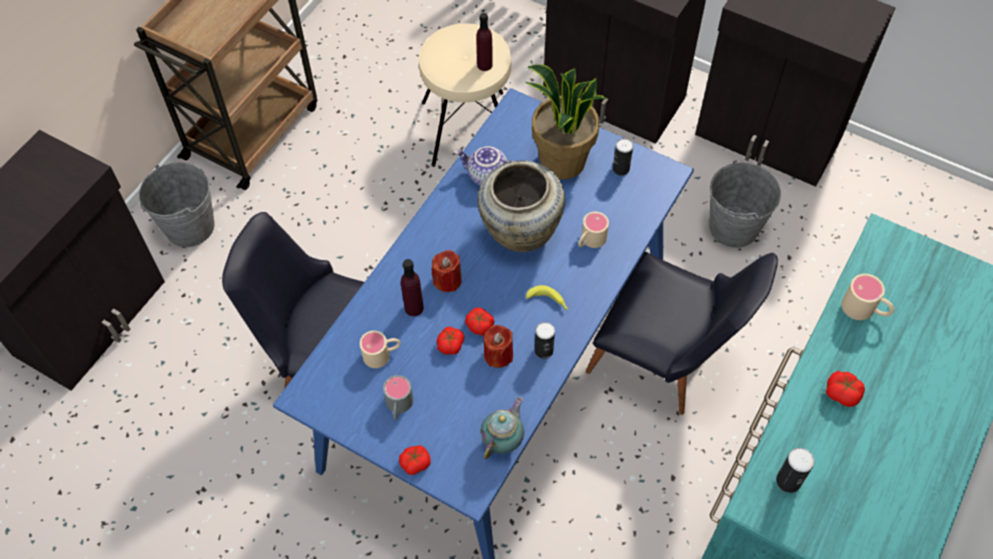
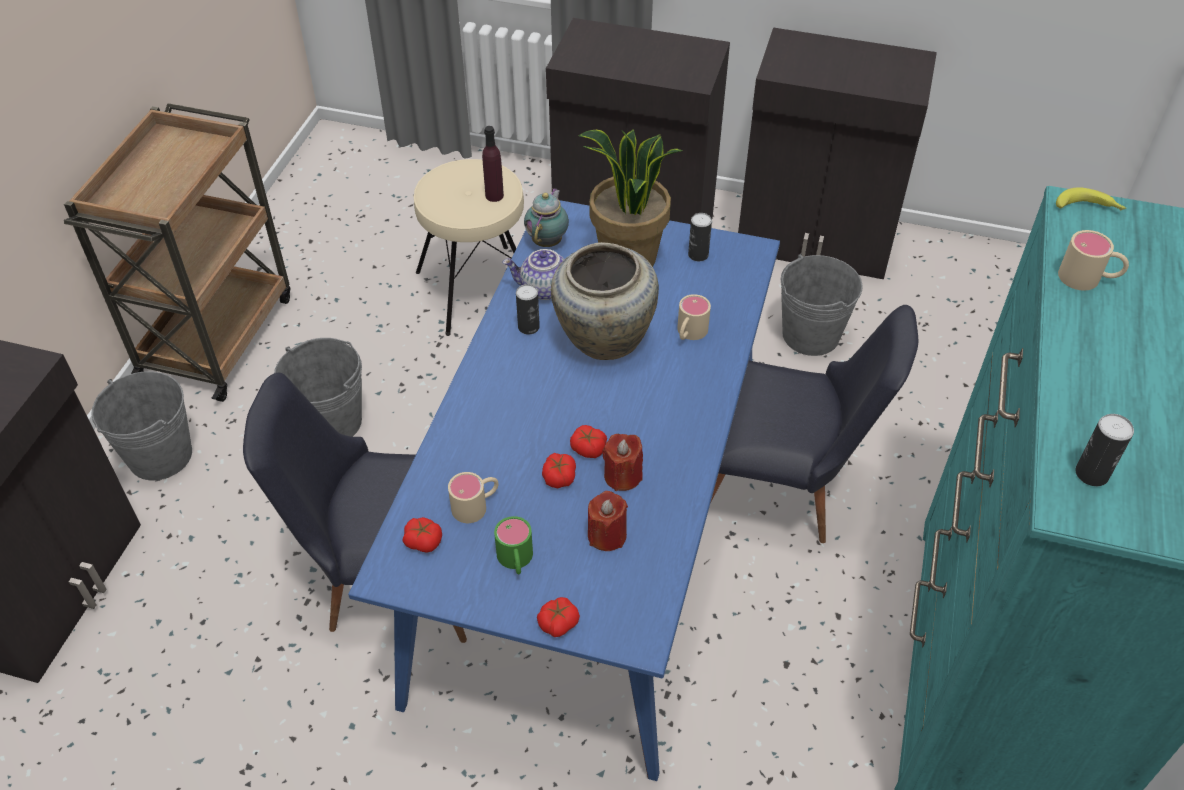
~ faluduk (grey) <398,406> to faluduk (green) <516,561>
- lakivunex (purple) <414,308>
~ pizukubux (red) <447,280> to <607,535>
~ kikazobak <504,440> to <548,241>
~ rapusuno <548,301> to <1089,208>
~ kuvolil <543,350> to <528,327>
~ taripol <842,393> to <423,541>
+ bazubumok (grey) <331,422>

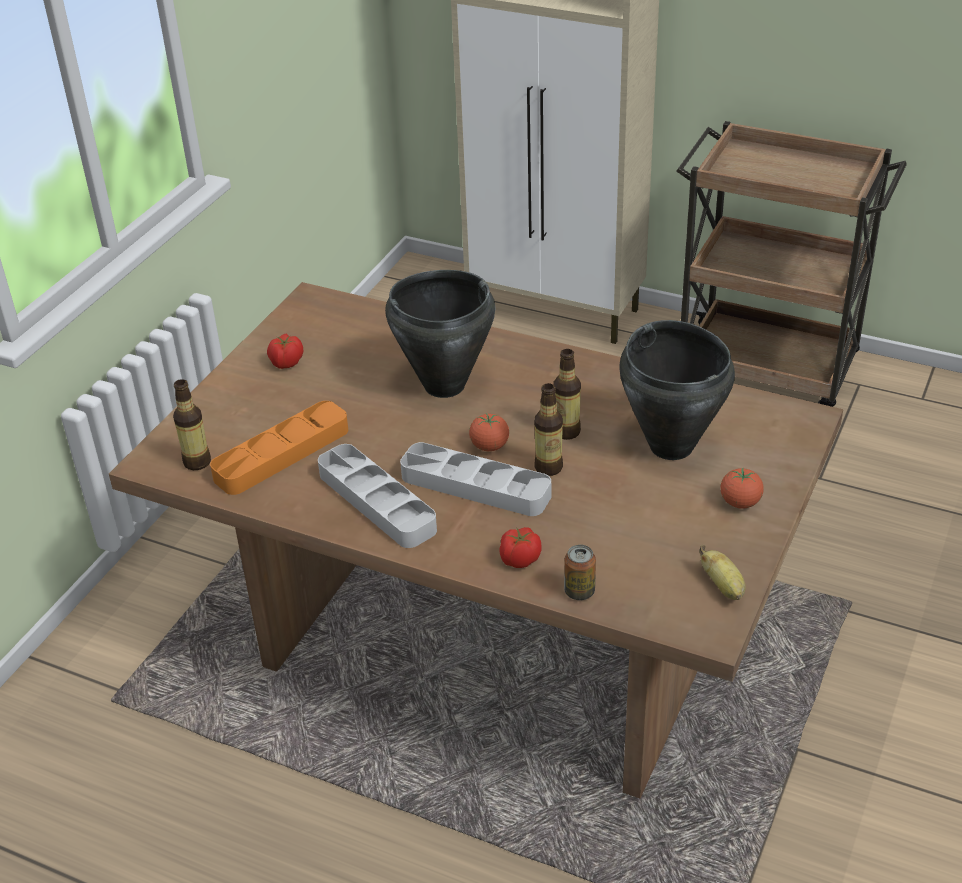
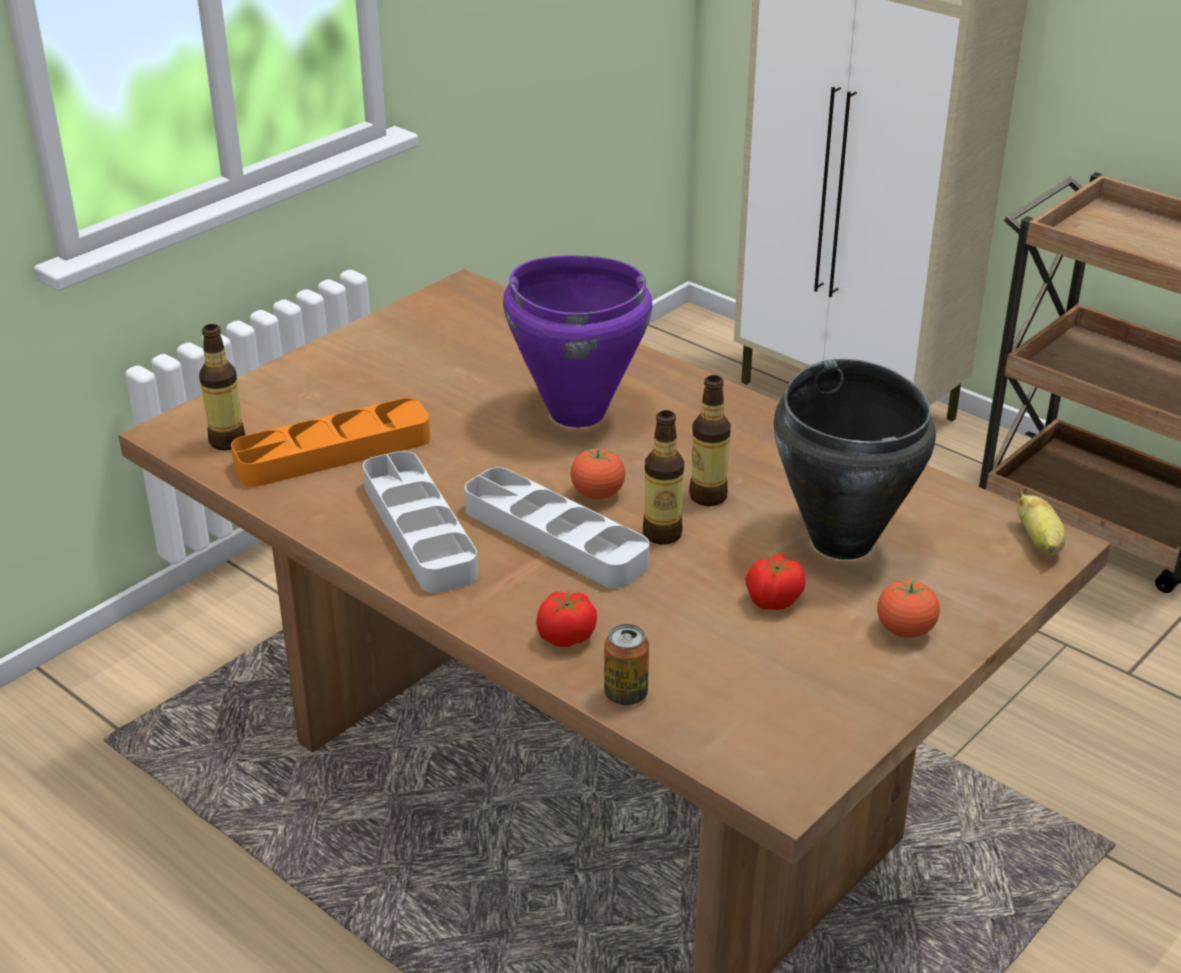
~ taripol <286,363> to <773,601>
~ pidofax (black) <443,385> to pidofax (purple) <576,412>
~ rapusuno <723,587> to <1039,542>

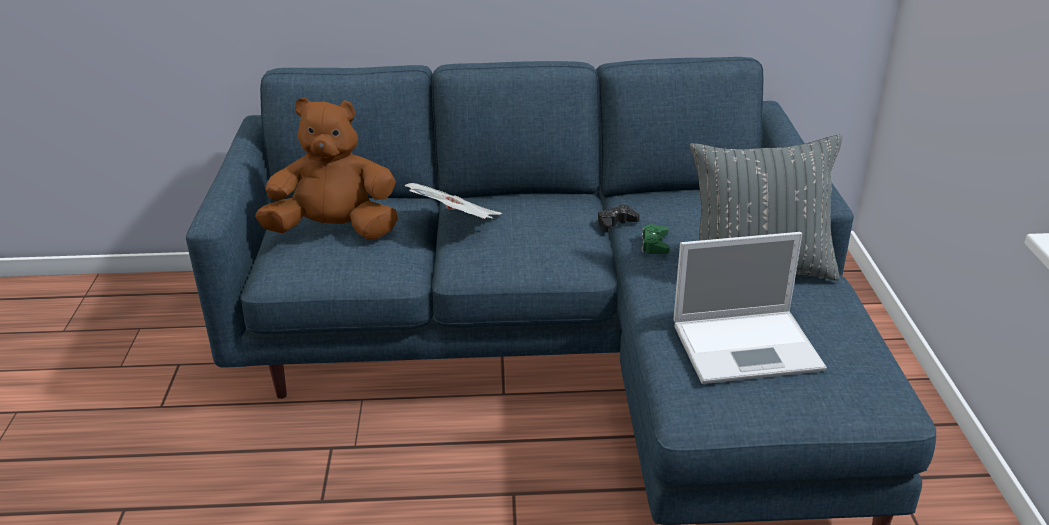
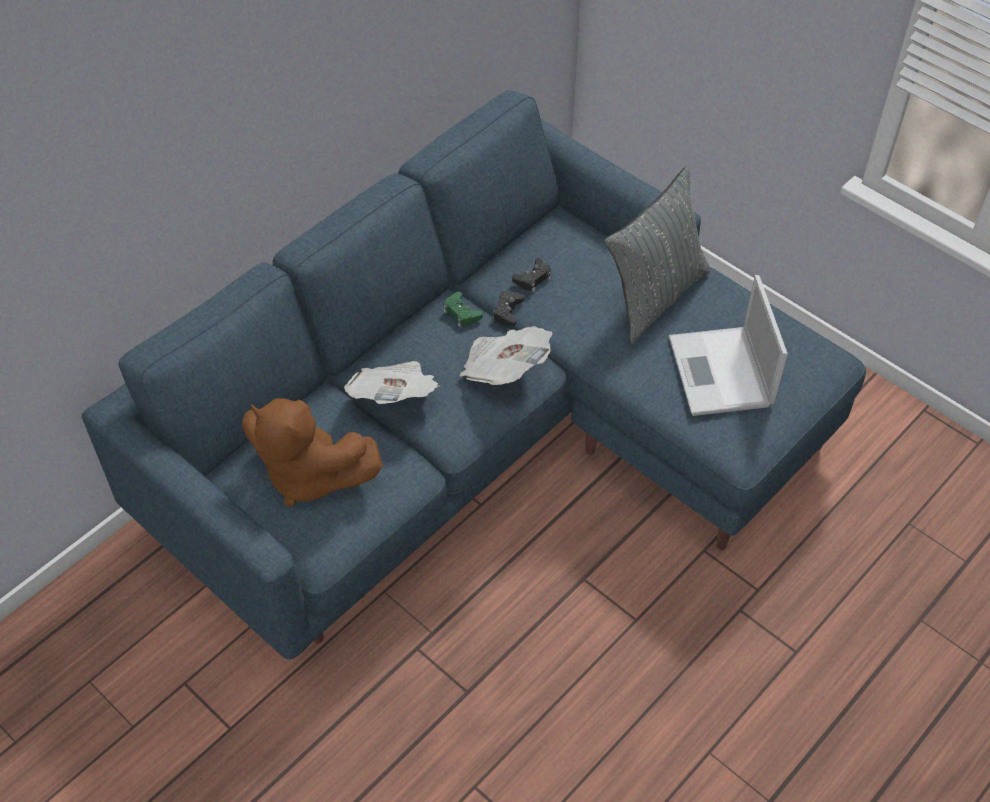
~ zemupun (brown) <335,231> = <309,475> 105 degrees counterclockwise
~ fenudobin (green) <654,244> to <461,313>
~ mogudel <749,346> = <721,373> 135 degrees clockwise
+ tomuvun <504,369>
+ fenudobin (black) <533,278>

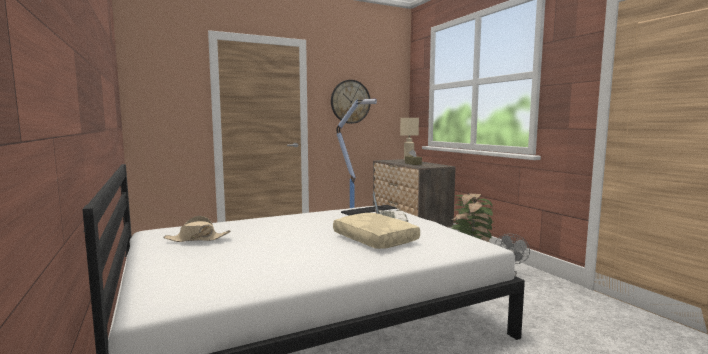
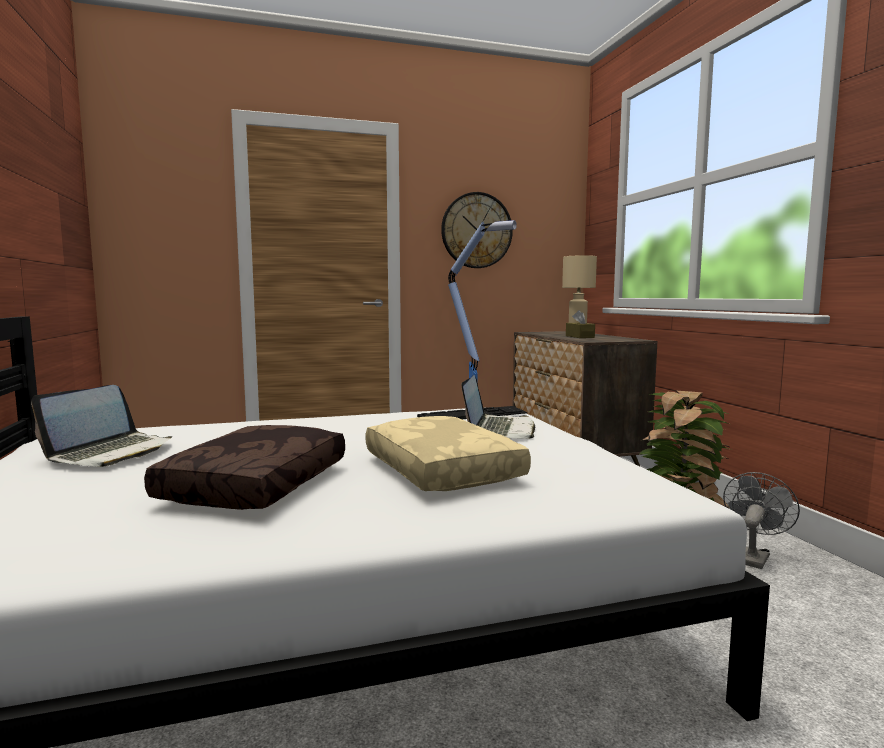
~ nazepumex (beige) <197,239> to mogudel <111,452>
+ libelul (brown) <258,486>

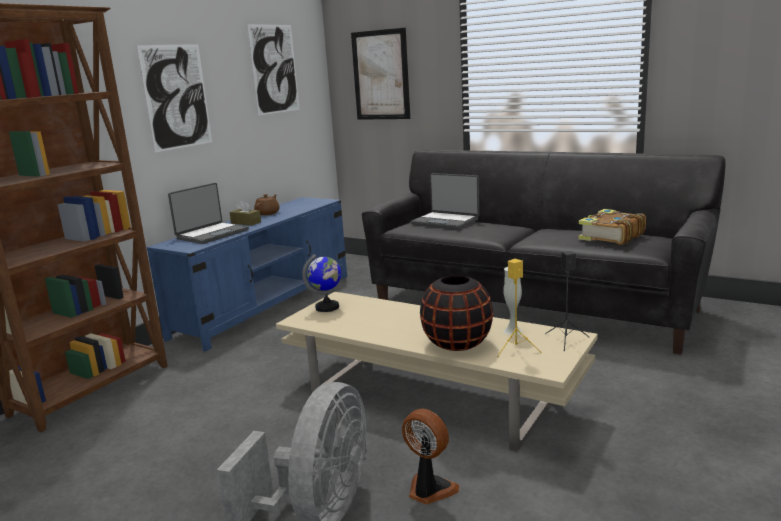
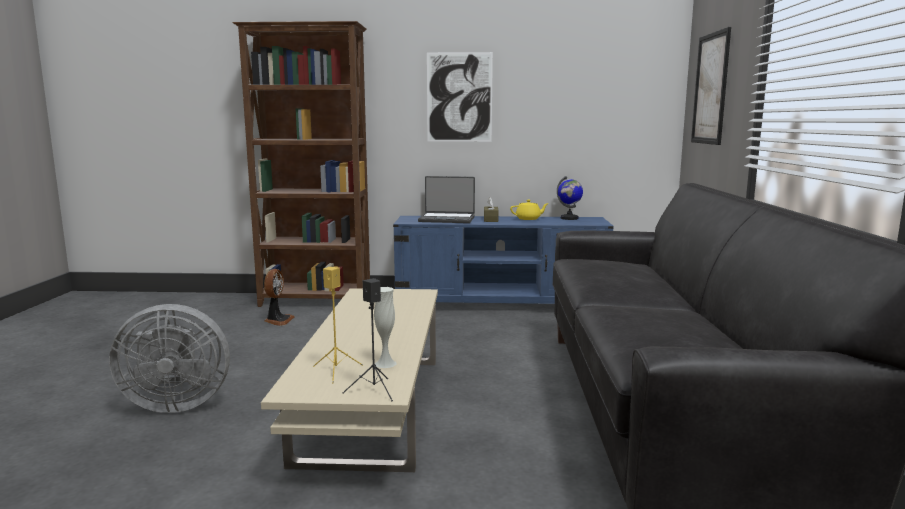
- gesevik <274,69>
~ kikazobak (brown) <268,213> to kikazobak (yellow) <528,219>
~ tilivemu <327,307> to <569,218>
~ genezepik <429,490> to <278,320>
- mogudel <446,221>
- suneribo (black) <457,344>
- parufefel <610,236>

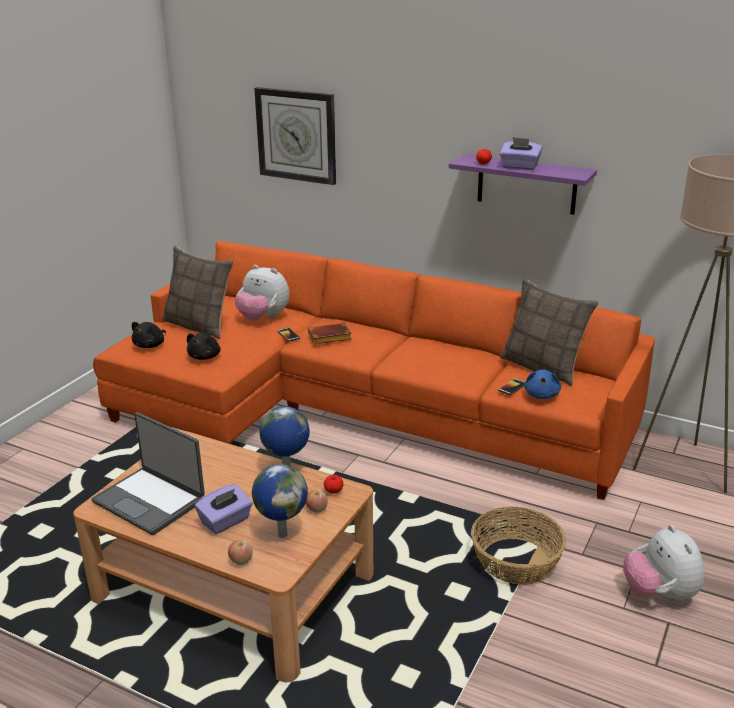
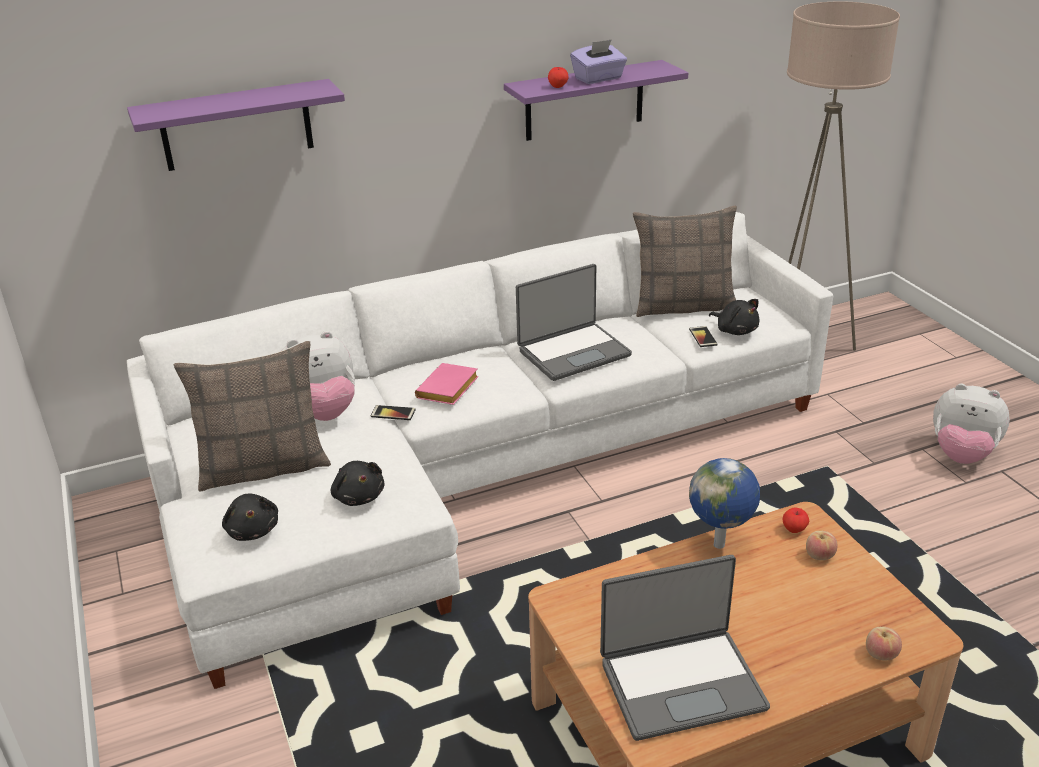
~ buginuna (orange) <354,408> to buginuna (white) <471,470>
- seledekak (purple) <226,521>
- tilivemu <282,534>
~ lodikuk <296,135> to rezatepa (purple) <236,125>
~ parufefel (brown) <328,338> to parufefel (pink) <448,390>
- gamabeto <516,561>
~ zemupun (blue) <541,395> to zemupun (black) <735,330>
+ mogudel <573,352>

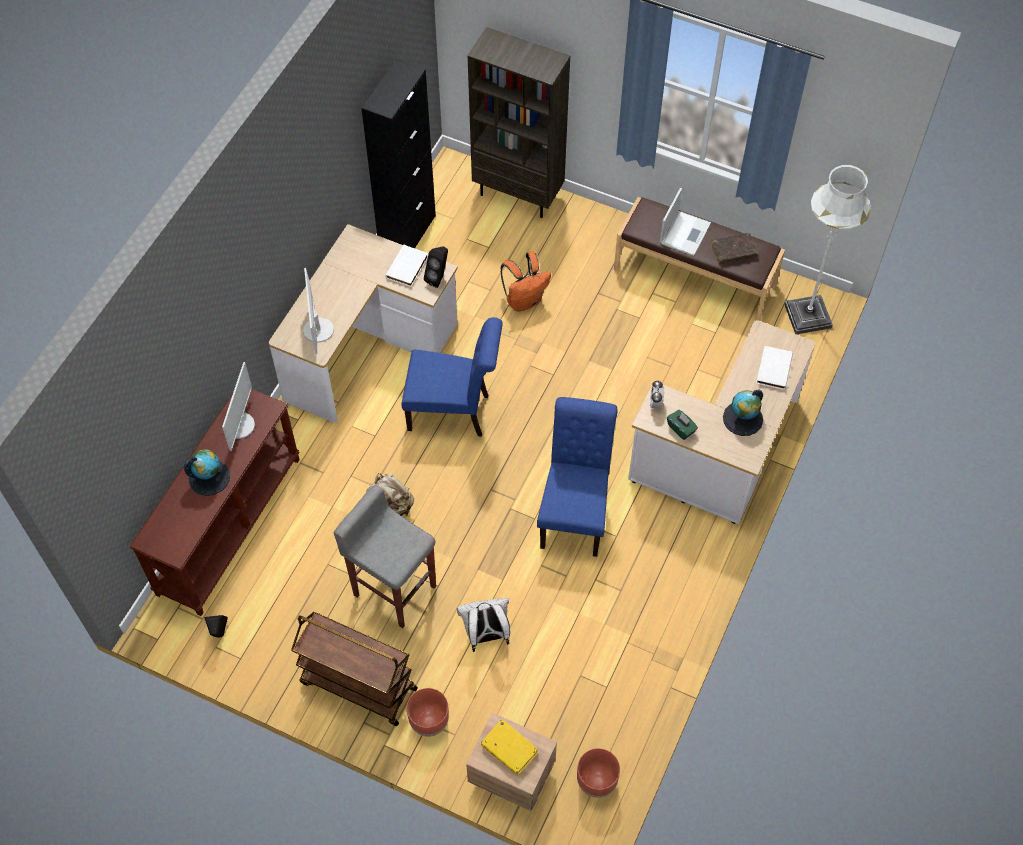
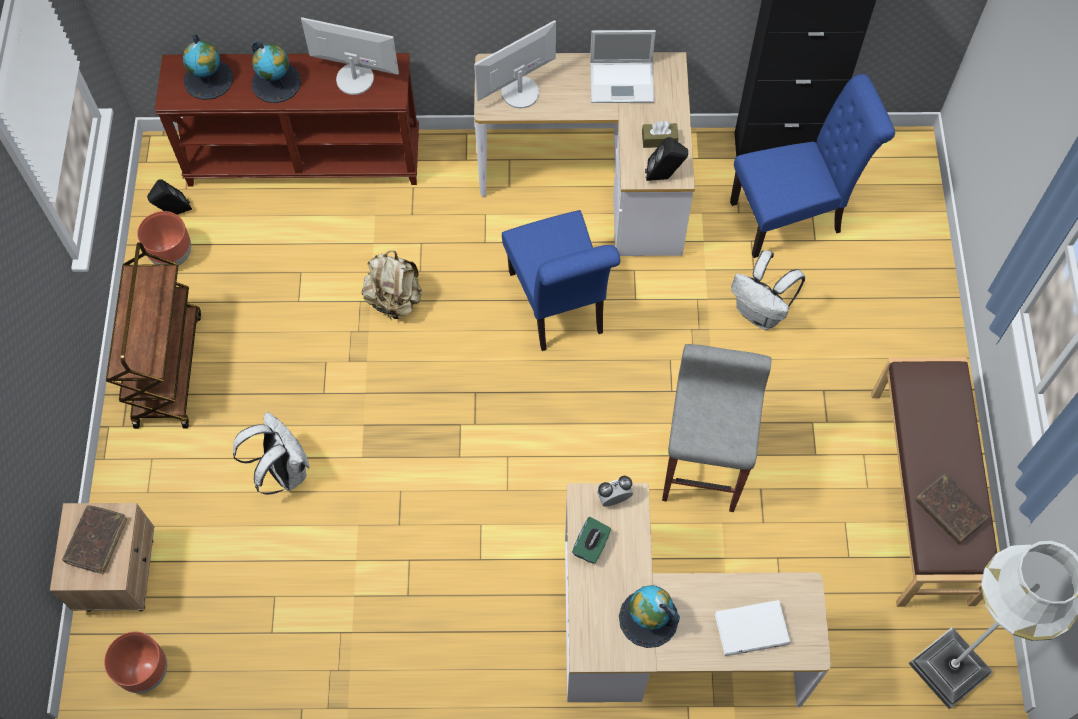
~ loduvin <239,425> = <355,78> 150 degrees counterclockwise
~ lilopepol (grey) <394,589> to <704,468>
~ parufefel (white) <408,268> to seledekak (brown) <659,139>
~ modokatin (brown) <429,721> to <172,255>
- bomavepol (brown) <519,194>
~ parufefel (yellow) <509,749> to parufefel (brown) <97,541>
~ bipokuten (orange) <524,300> to bipokuten (white) <760,313>
~ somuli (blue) <575,512> to <792,216>
~ mogudel <685,232> to <623,82>
+ tilivemu <208,79>

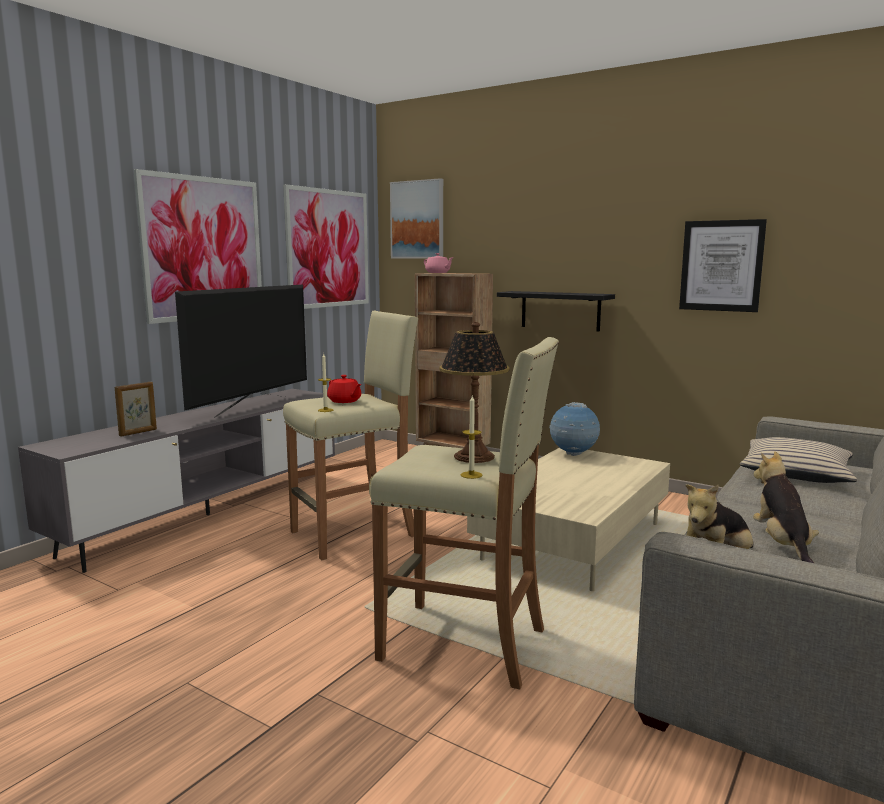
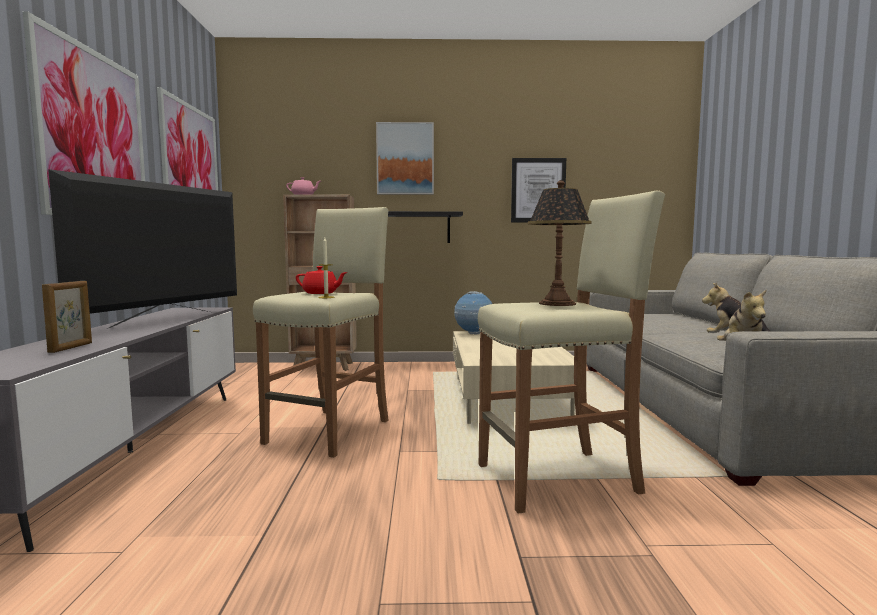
~ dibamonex <252,406> = <166,319> 150 degrees counterclockwise
~ gesevik <417,220> to <405,159>
- pizukubux <471,475>
- libelul (beige) <796,473>

